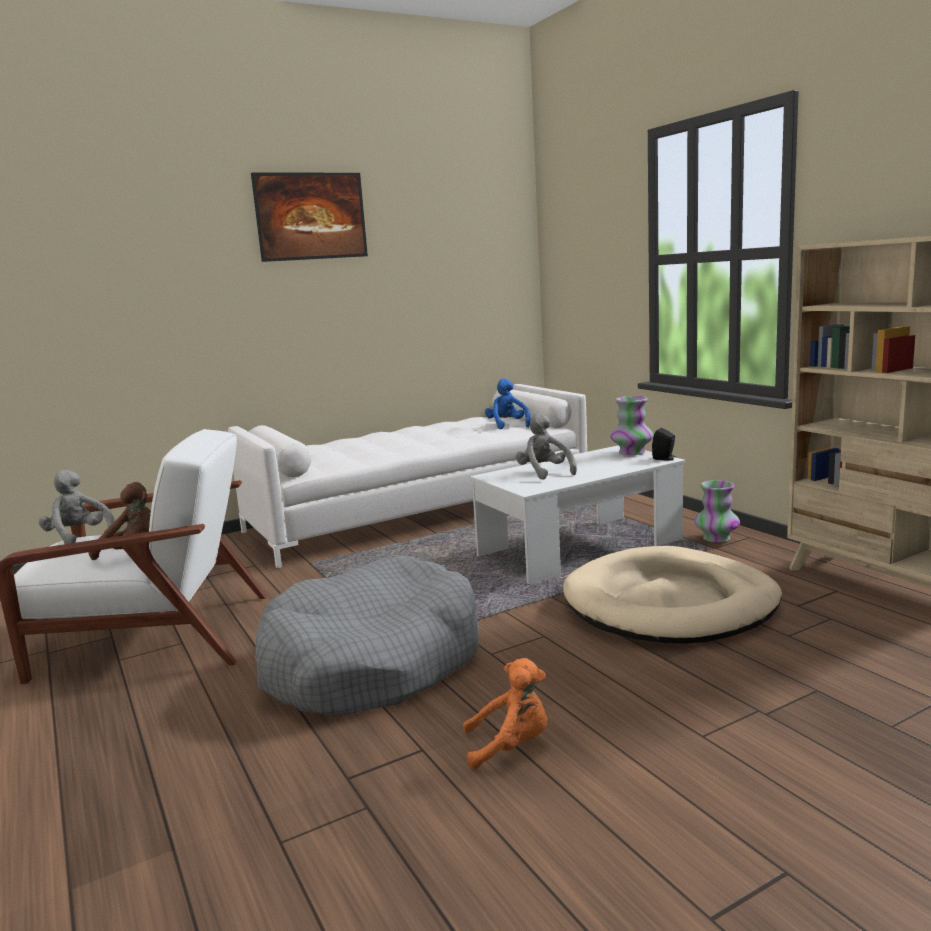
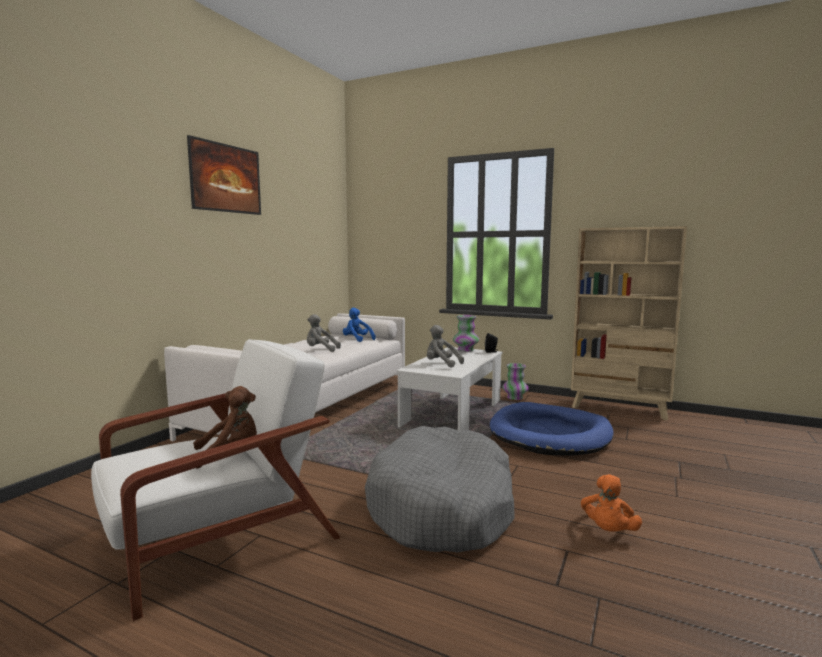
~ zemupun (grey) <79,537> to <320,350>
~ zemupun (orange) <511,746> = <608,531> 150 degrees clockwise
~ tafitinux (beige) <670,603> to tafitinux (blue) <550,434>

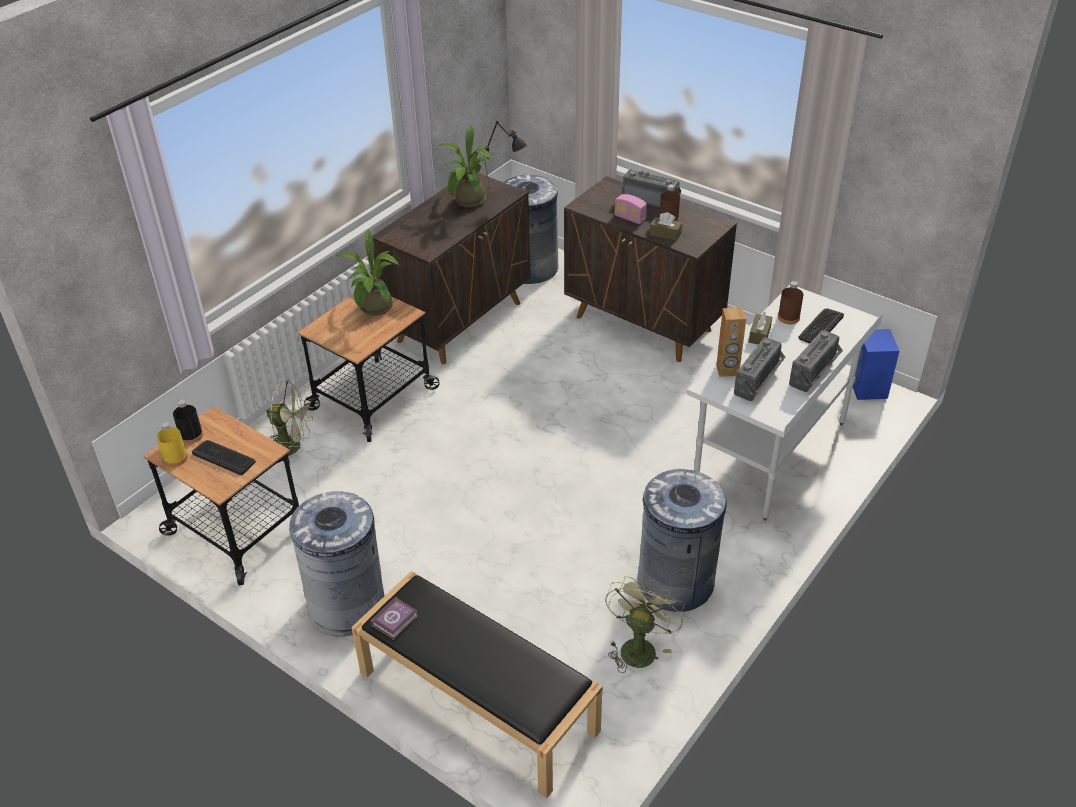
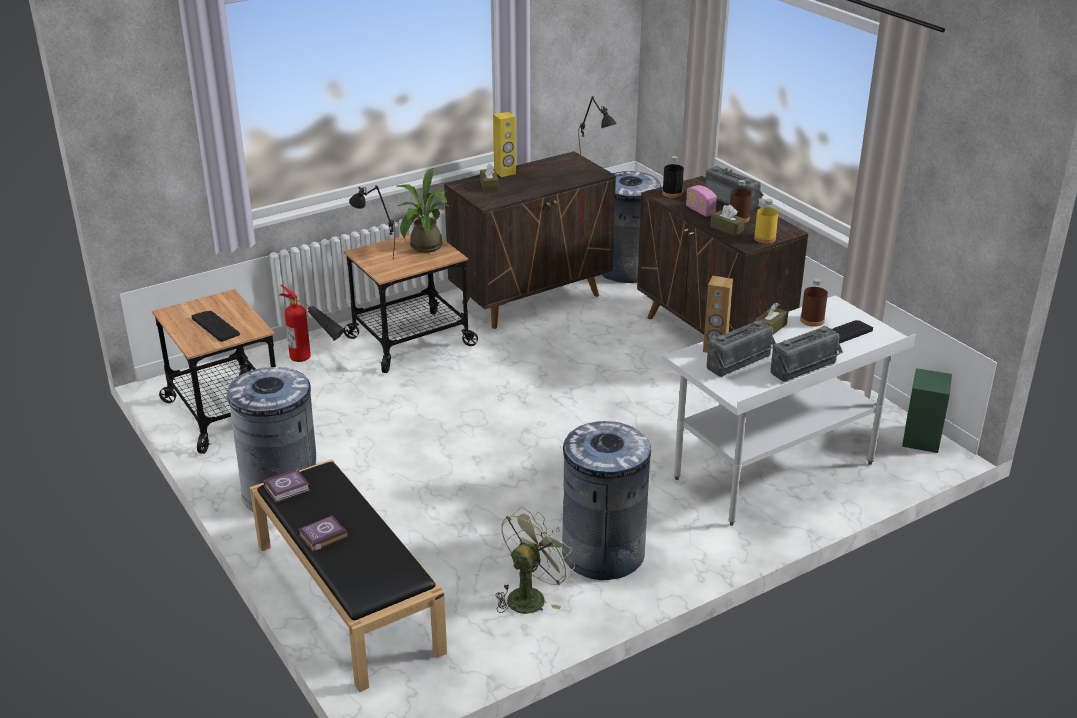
~ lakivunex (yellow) <175,458> to <764,238>
~ lakivunex (black) <191,435> to <672,193>
~ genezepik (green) <293,446> to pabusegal <315,362>
- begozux <468,202>
~ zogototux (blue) <869,388> to zogototux (green) <922,440>
+ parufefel <321,537>
+ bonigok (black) <375,257>
+ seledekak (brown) <489,186>
+ zogototux (yellow) <505,173>

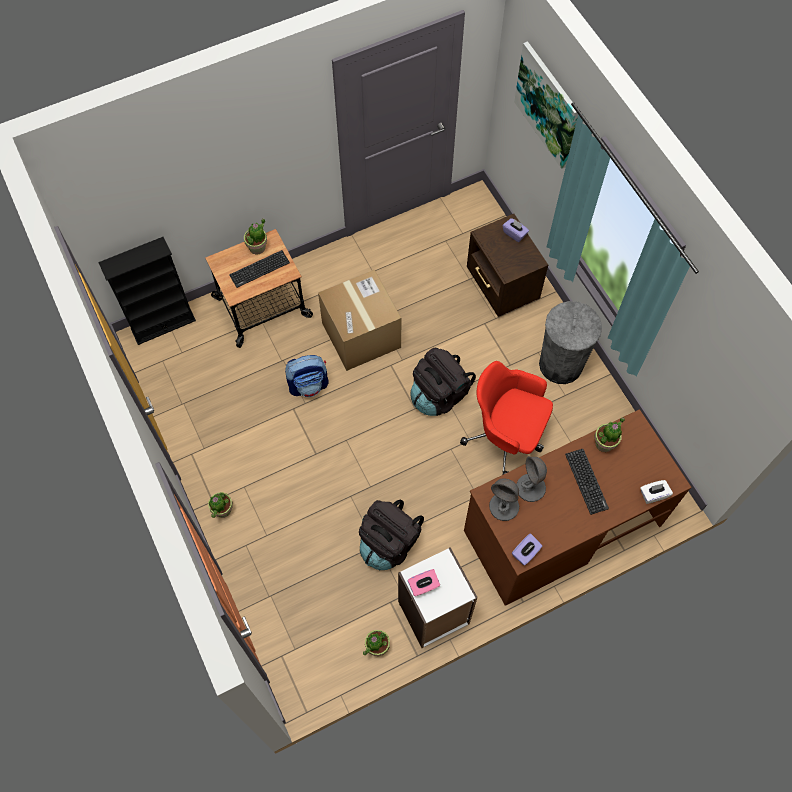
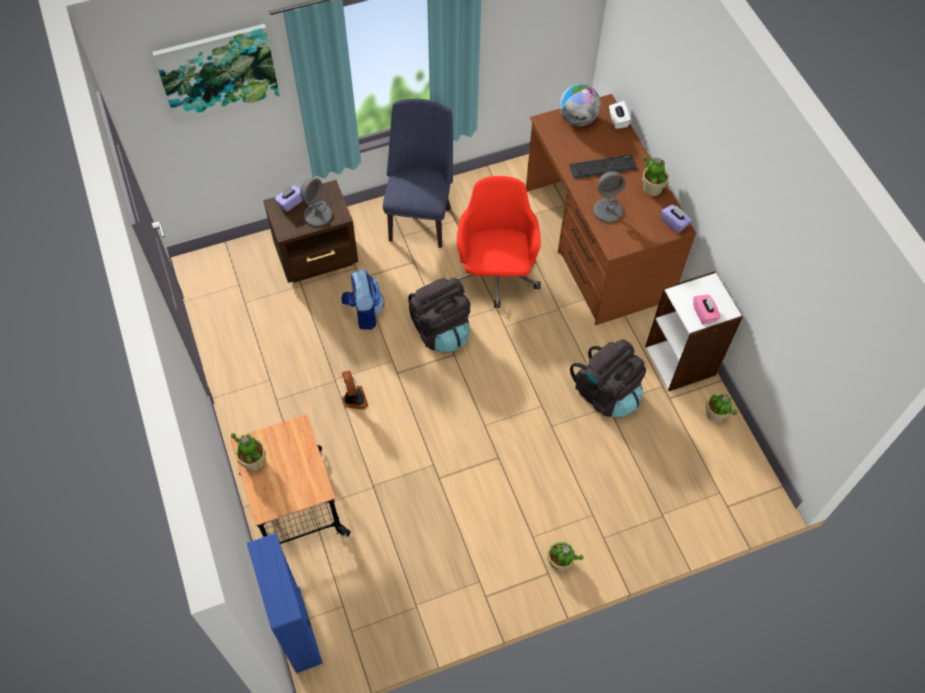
~ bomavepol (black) <163,324> to bomavepol (blue) <297,629>
- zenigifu <259,269>
~ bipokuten <309,385> to <364,312>
~ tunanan <361,335> to genezepik <354,399>
~ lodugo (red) <506,436> = <495,276> 150 degrees clockwise
~ bonigok (grey) <504,506> to <318,215>
~ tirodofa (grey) <561,364> to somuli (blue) <420,218>
~ begozux <605,443> to <652,188>
+ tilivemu <577,119>

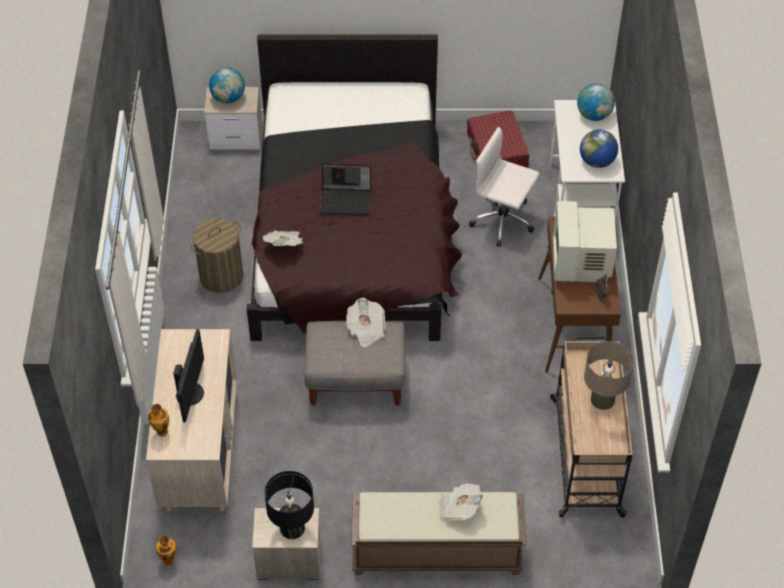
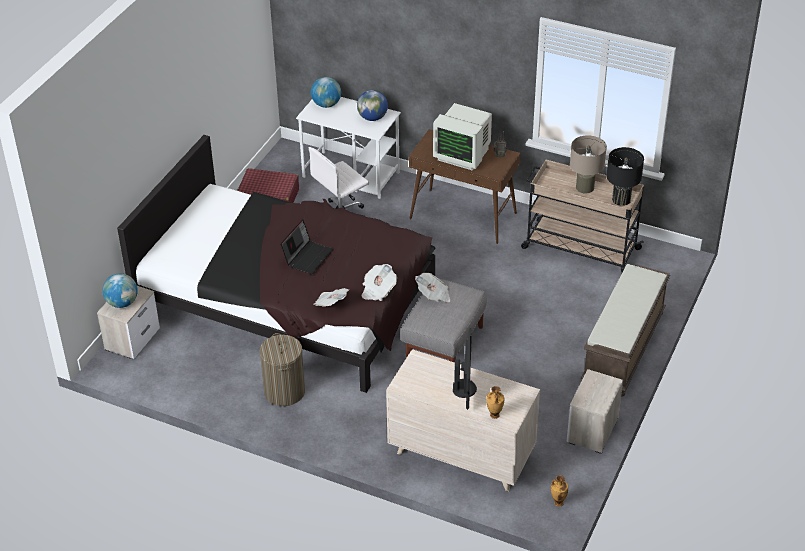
~ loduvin <191,393> = <465,388> 60 degrees clockwise
~ bonigok (black) <292,528> to <621,200>
~ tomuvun <458,508> to <378,290>

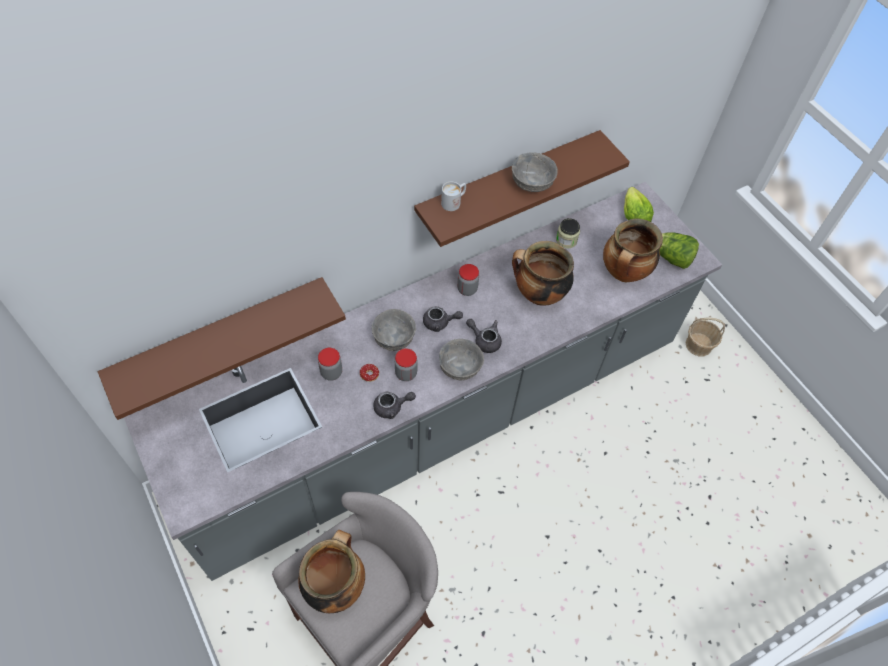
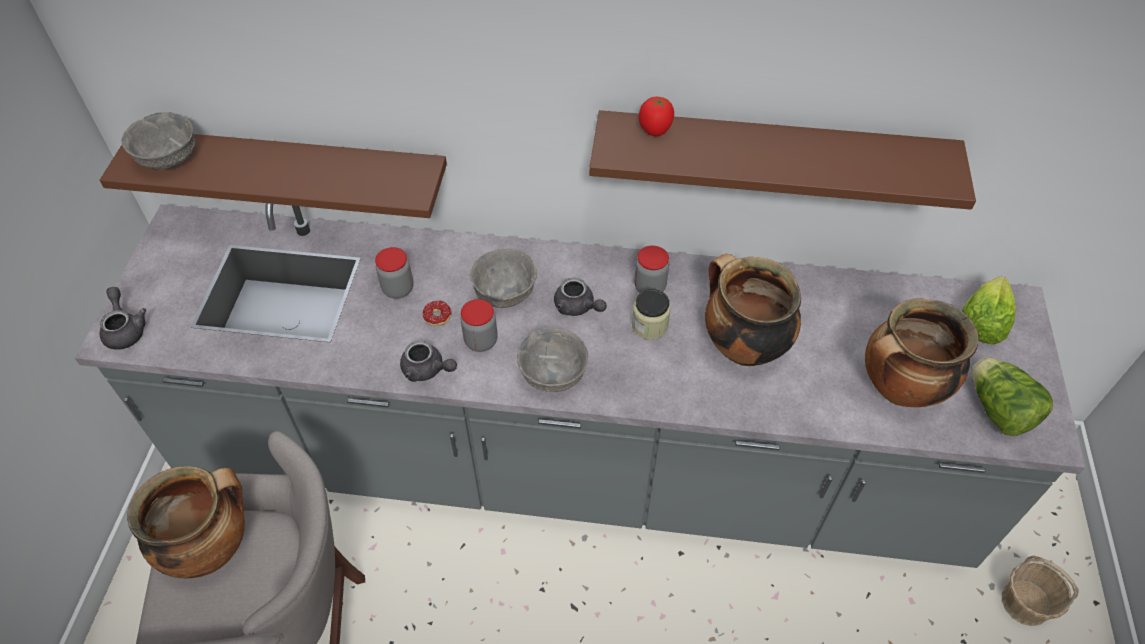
~ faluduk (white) <454,202> to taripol <655,130>
~ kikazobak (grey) <484,340> to <125,329>
~ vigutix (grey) <531,184> to <168,158>
~ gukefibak <566,240> to <649,325>

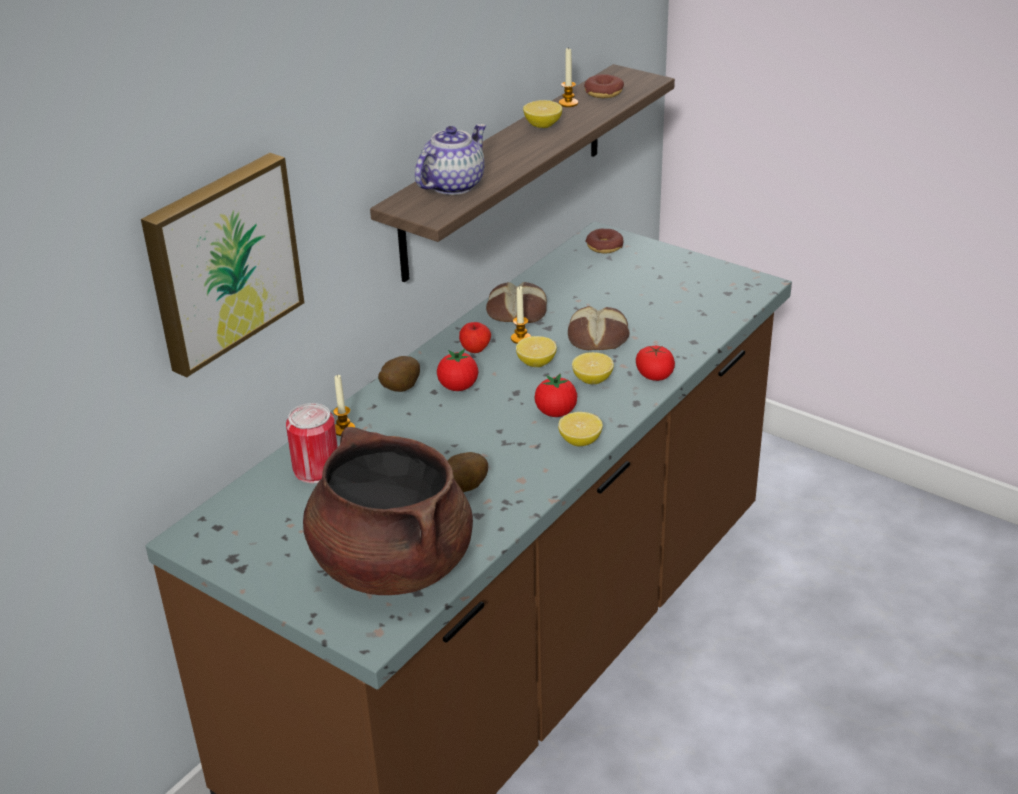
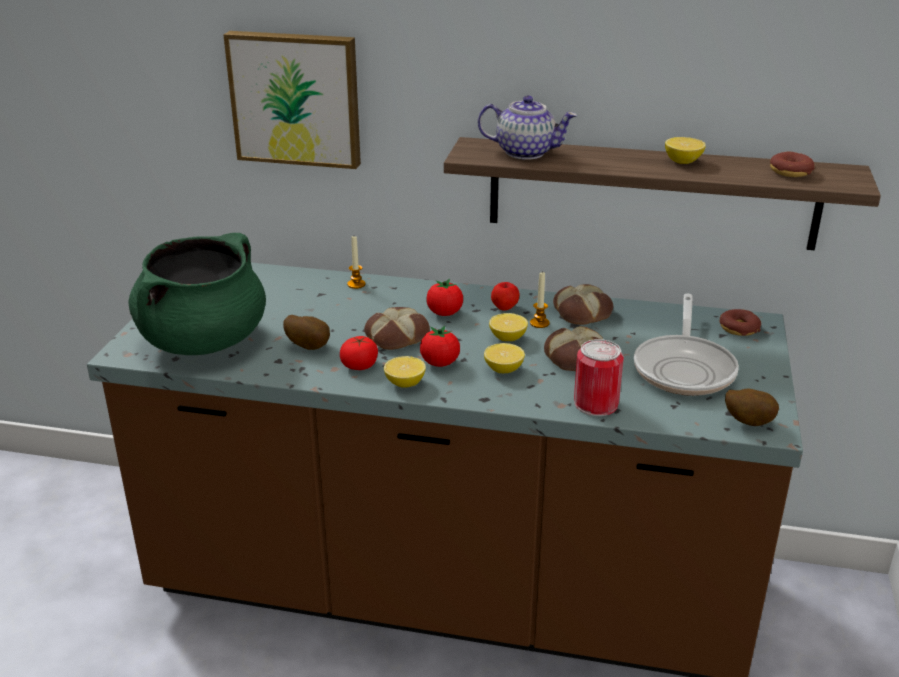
~ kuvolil <316,469> to <596,404>
~ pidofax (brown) <391,564> to pidofax (green) <204,341>
~ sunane <399,390> to <747,422>
- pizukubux <568,103>
~ taripol <654,375> to <359,365>
+ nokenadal <396,335>
+ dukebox <685,368>

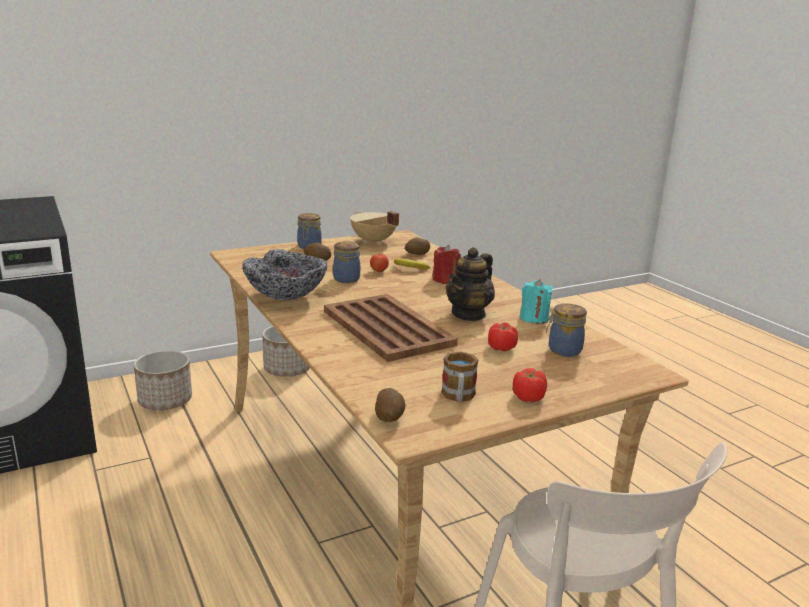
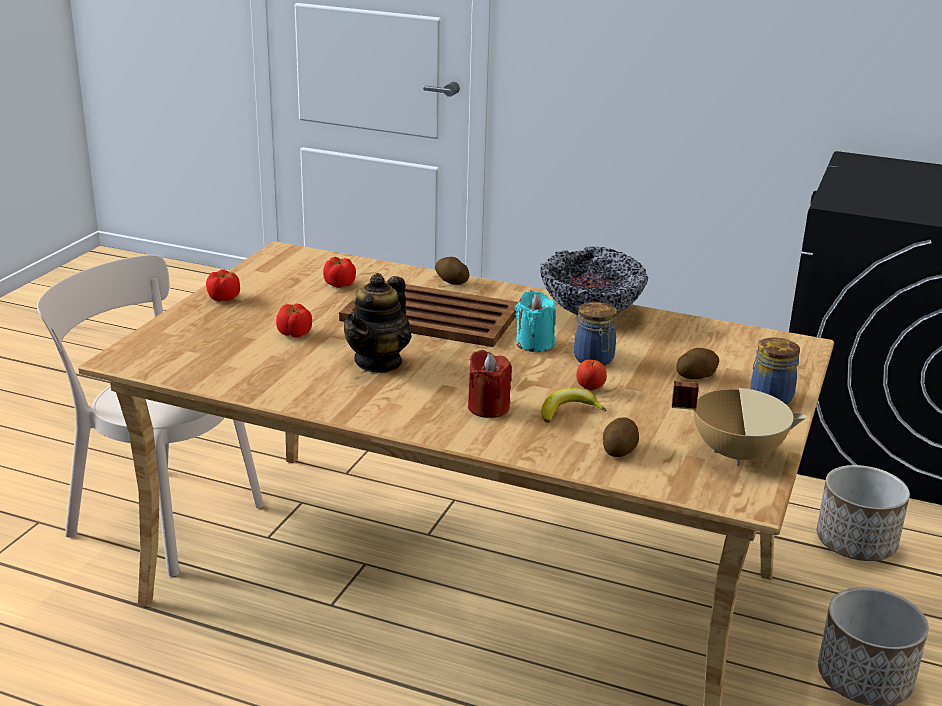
~ sunane <389,417> to <451,281>
- faluduk <458,397>
~ kikazobak <469,314> = <379,362> 150 degrees counterclockwise
~ pizukubux (turquoise) <534,318> to <534,344>
- gukefibak <563,350>
+ taripol <339,284>

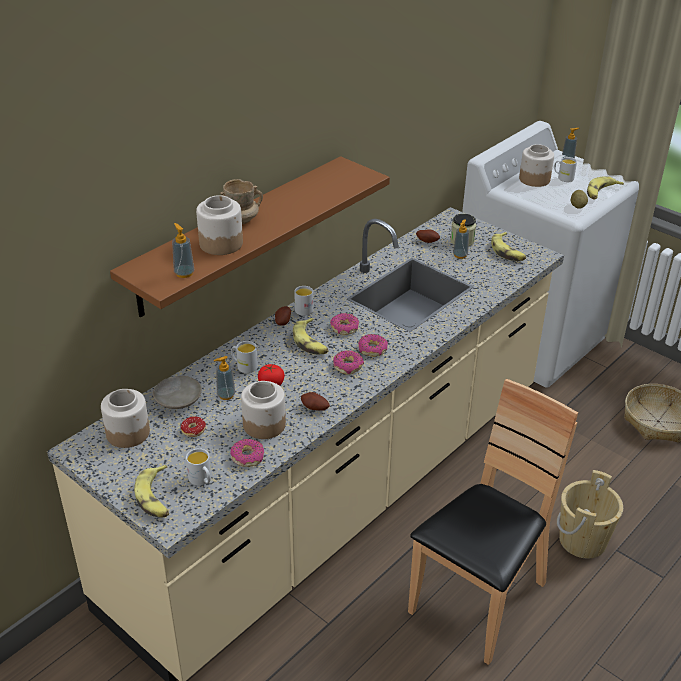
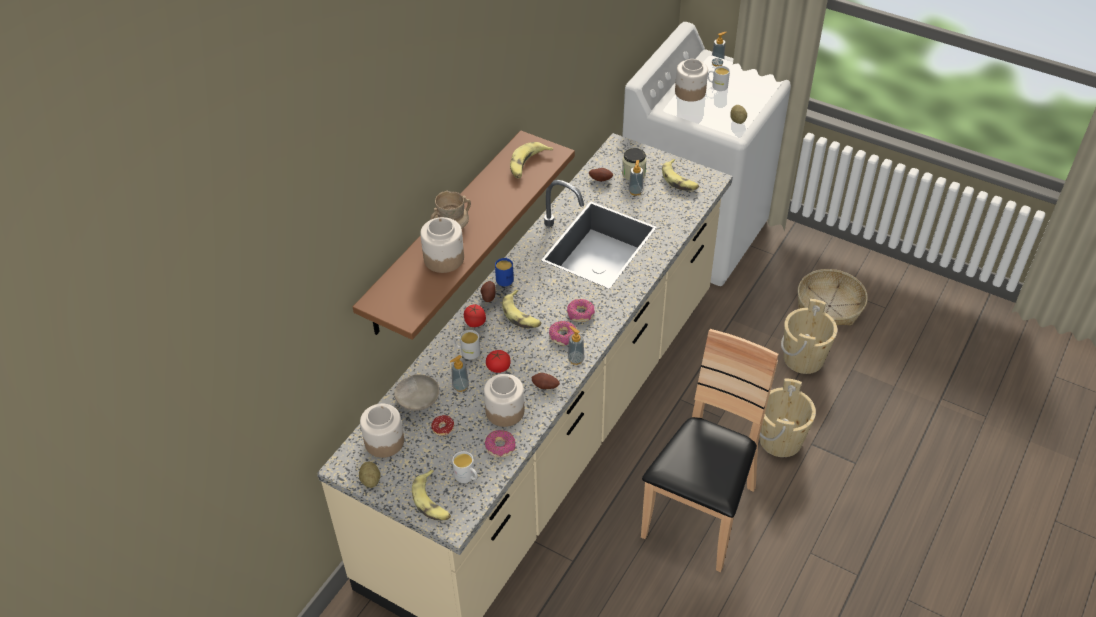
~ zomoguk <184,273> to <575,359>
~ faluduk (white) <305,308> to faluduk (blue) <505,277>
- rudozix <344,328>
~ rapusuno <601,193> to <528,164>
+ sunane <370,480>
+ taripol <475,322>
+ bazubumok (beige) <803,358>

